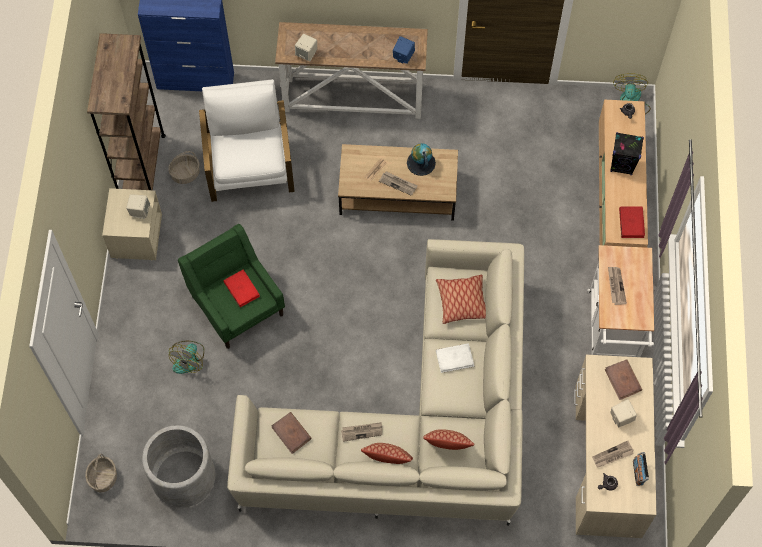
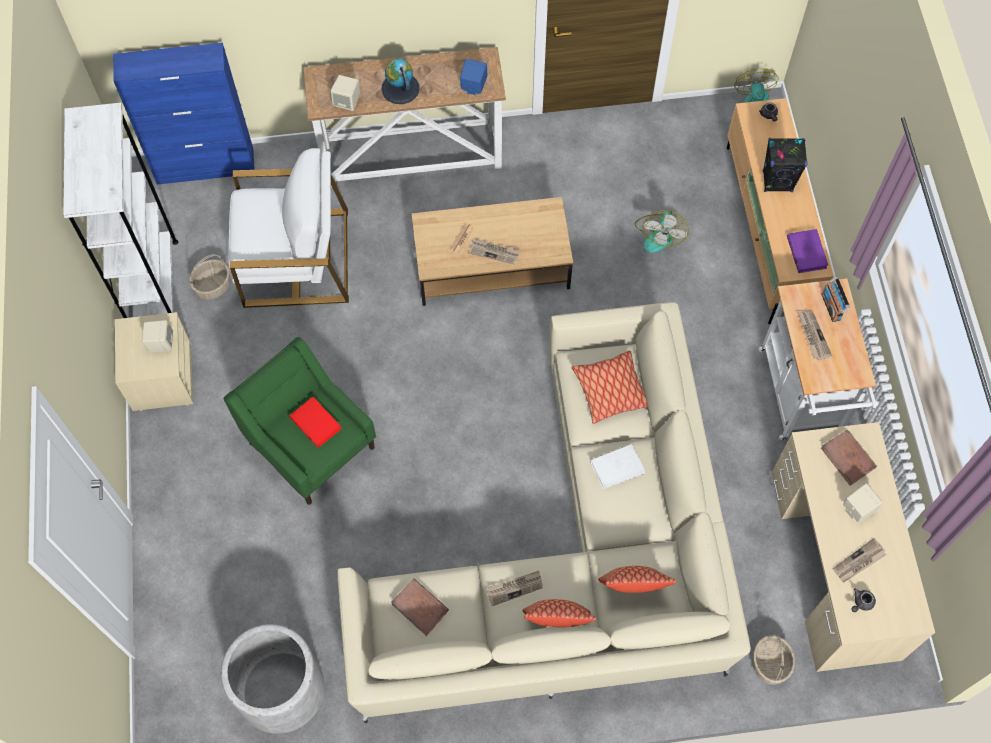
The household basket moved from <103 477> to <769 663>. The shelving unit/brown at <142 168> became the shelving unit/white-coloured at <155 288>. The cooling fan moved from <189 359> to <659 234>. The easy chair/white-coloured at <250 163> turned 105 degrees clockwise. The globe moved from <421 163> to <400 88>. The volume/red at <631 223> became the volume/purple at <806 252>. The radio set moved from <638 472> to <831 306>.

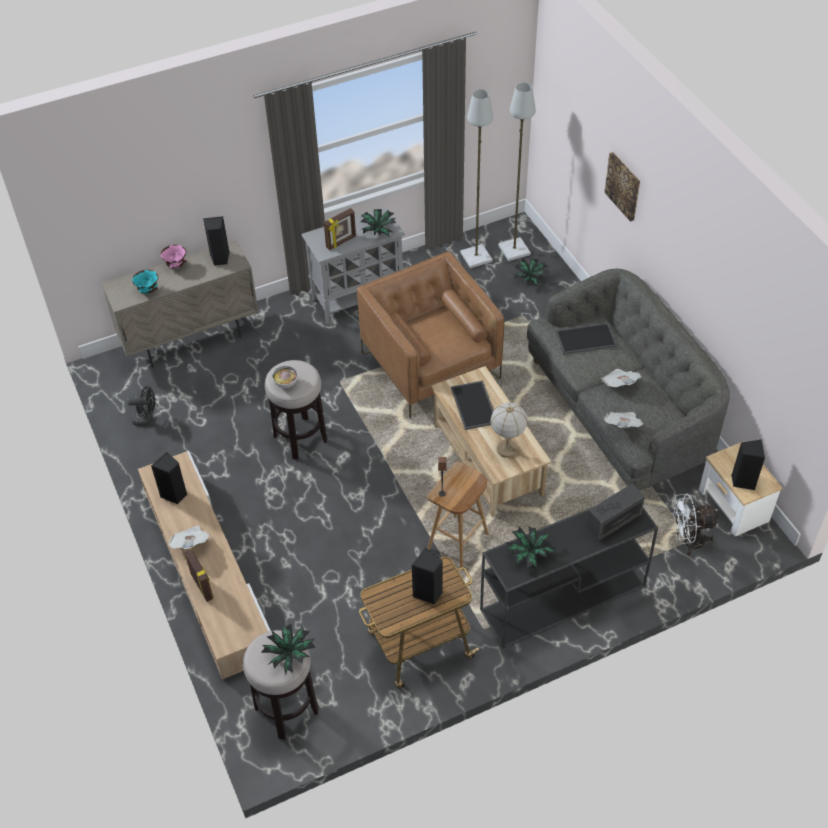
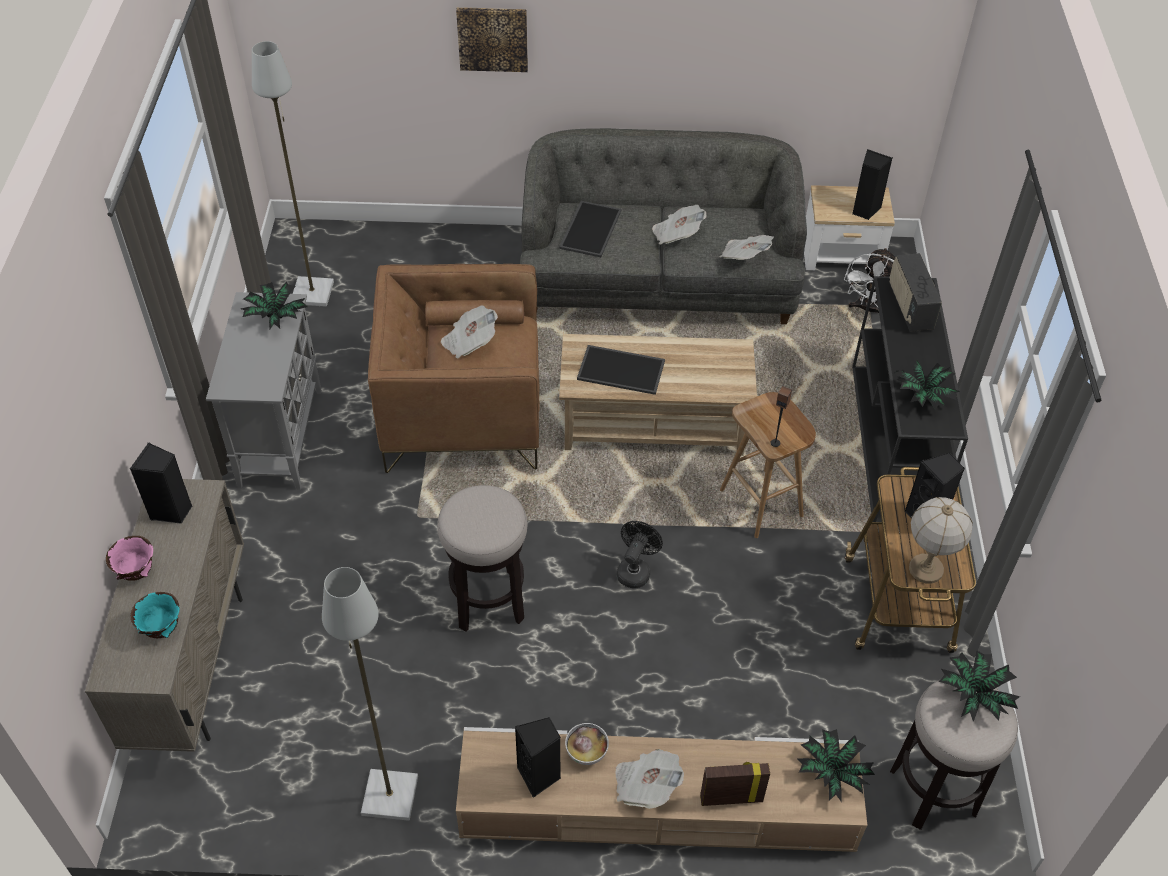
The cooling fan/black moved from <146 418> to <635 570>. The deep dish moved from <286 383> to <587 752>. The photo frame at <341 242> disappeared. The lamp for a table moved from <506 449> to <925 569>. The standard lamp/gray moved from <513 250> to <389 796>. The houseplant moved from <530 278> to <832 772>. The daily paper at <469 342> appeared.

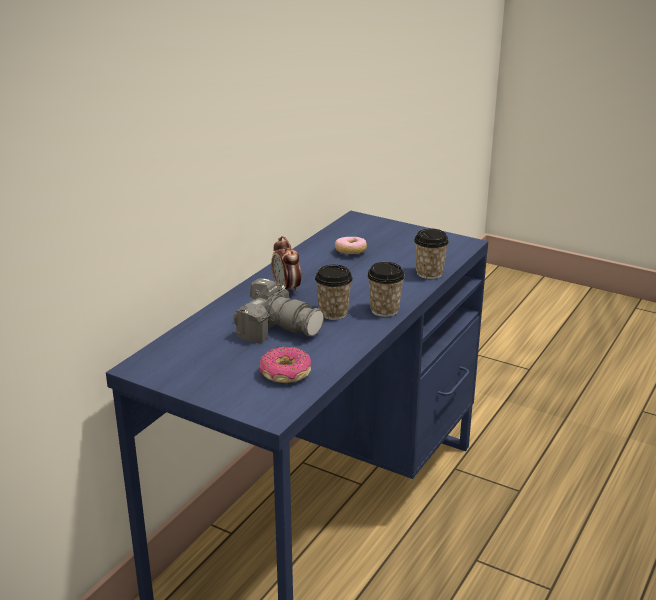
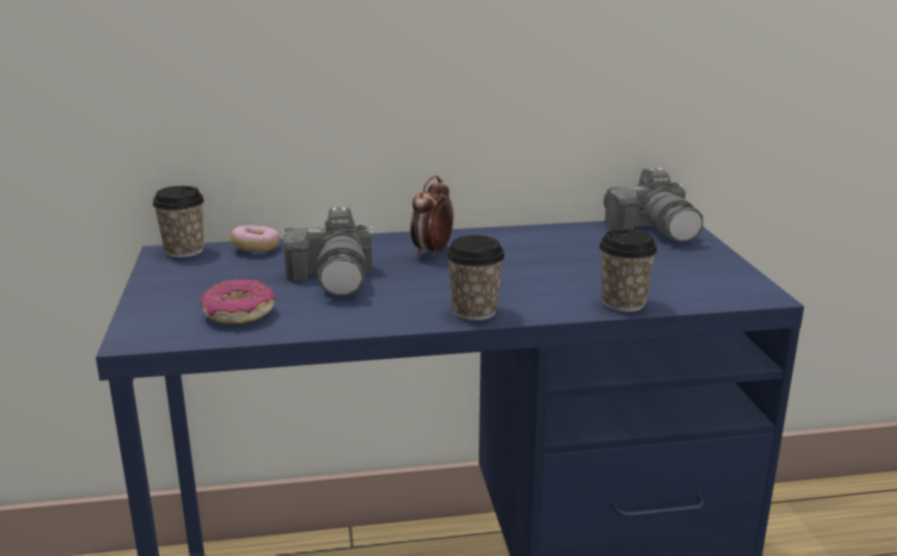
The drinking cup moved from <333 313> to <184 251>. The ring doughnut moved from <350 252> to <256 248>. The photo camera at <655 229> appeared.

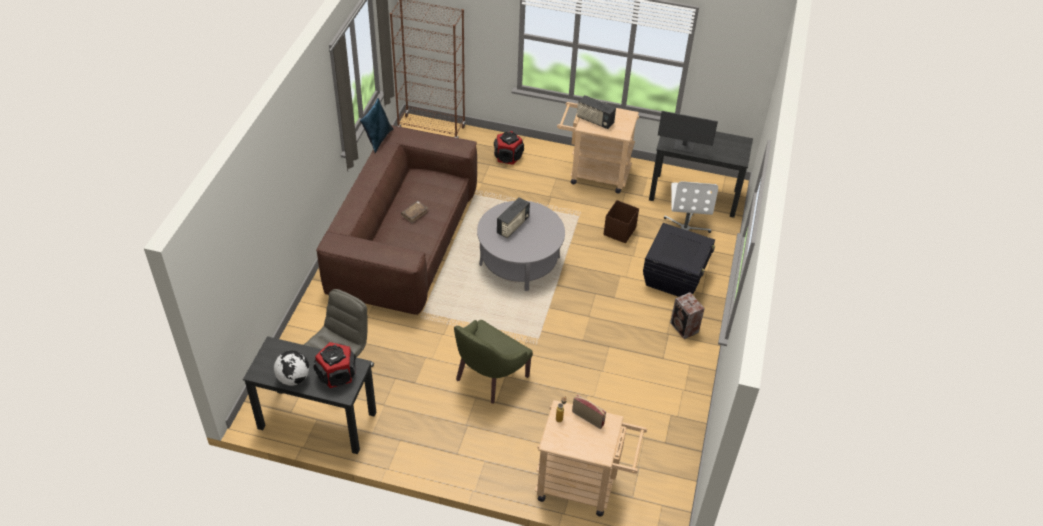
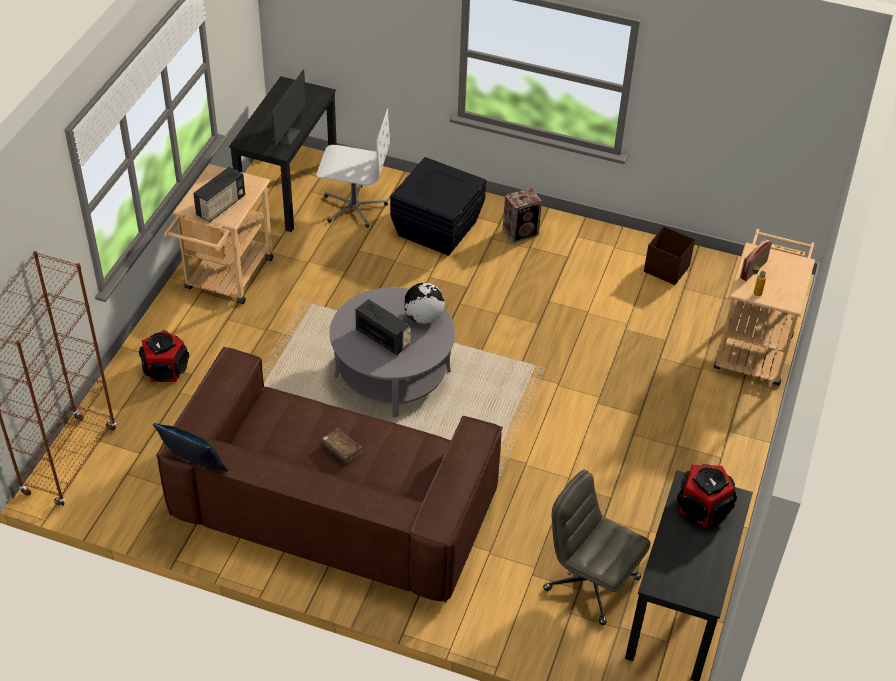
The globe moved from <293 378> to <423 317>. The easy chair/green at <488 376> disappeared. The storage bin/brown moved from <619 231> to <667 269>.

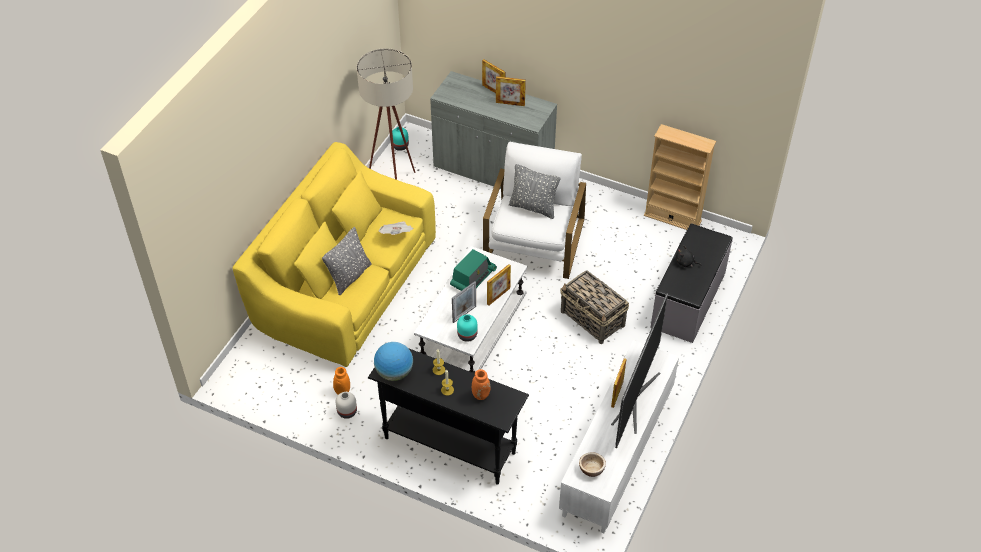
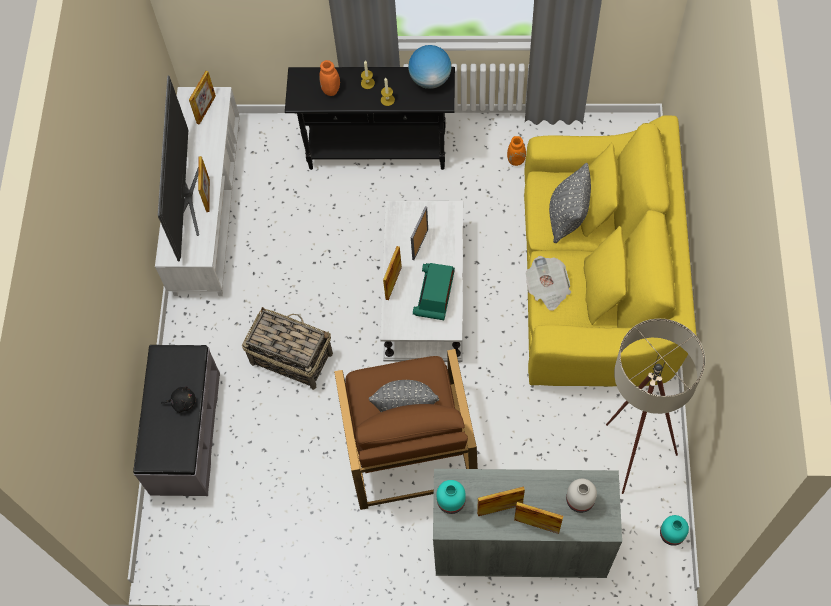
The vase/white-coloured moved from <347 411> to <579 501>. The vase/blue-green moved from <468 335> to <450 502>. The easy chair/white-coloured at <535 242> became the easy chair/brown at <407 443>. The deep dish at <591 469> was replaced by the photo frame at <206 109>. The shelving unit/beige at <672 218> disappeared.

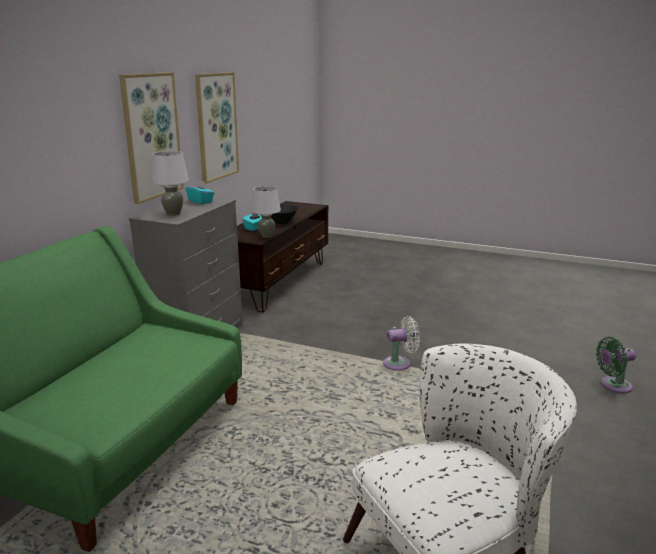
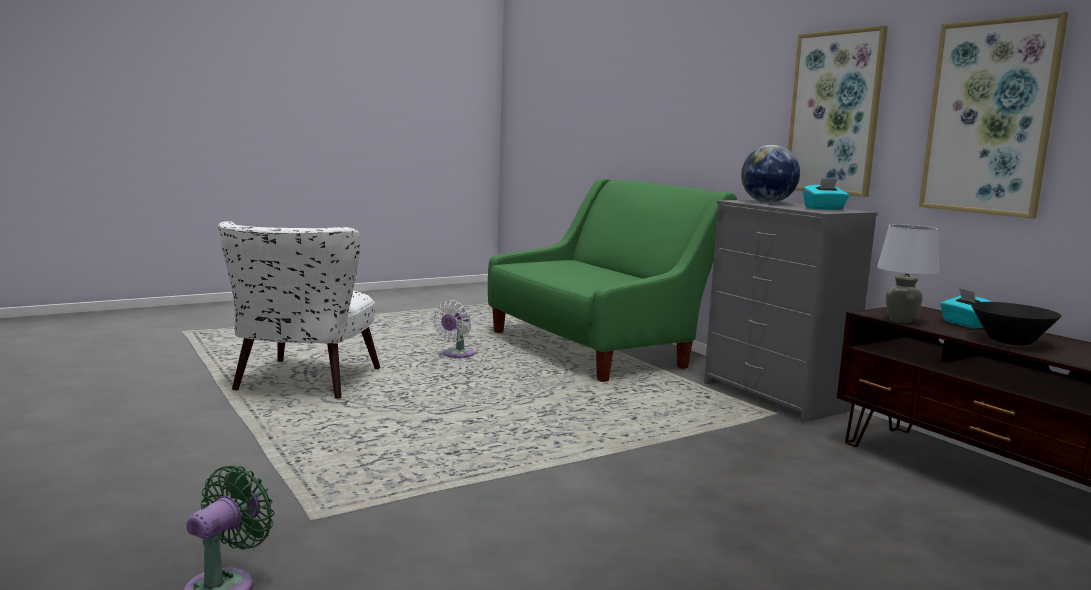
The lamp for a table/gray at <173 213> was replaced by the globe at <767 202>. The cooling fan/white-coloured moved from <400 363> to <456 355>.

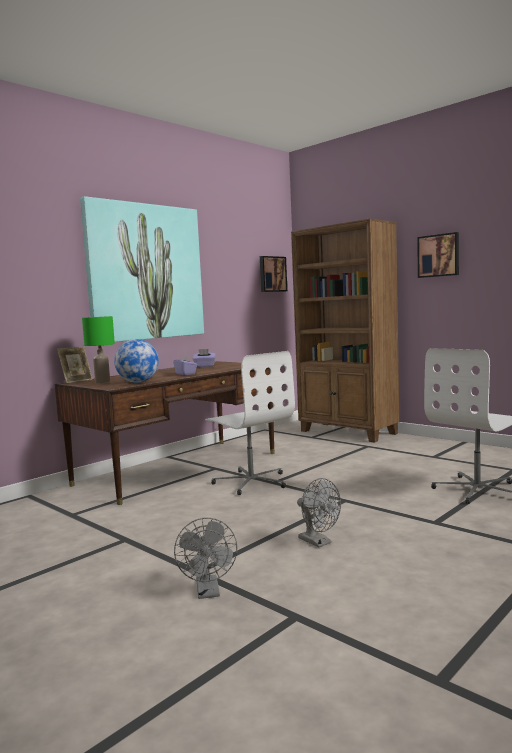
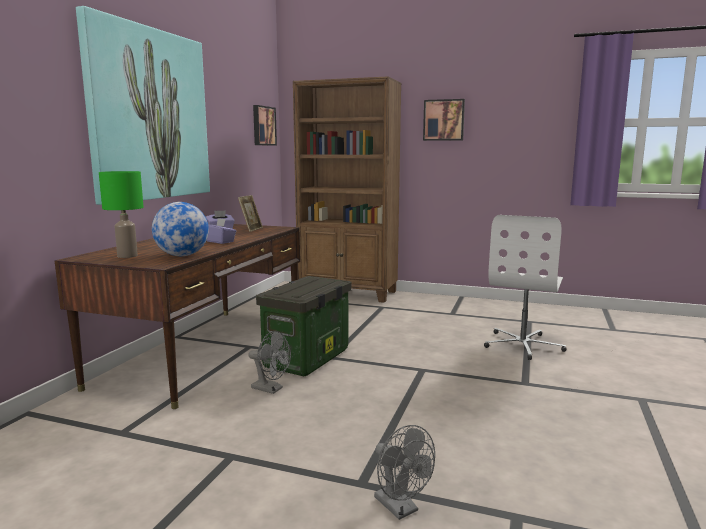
The photo frame moved from <76 381> to <251 229>. The computer chair/white-coloured at <251 482> was replaced by the storage bin at <307 359>. The cooling fan/gray moved from <318 542> to <271 389>.

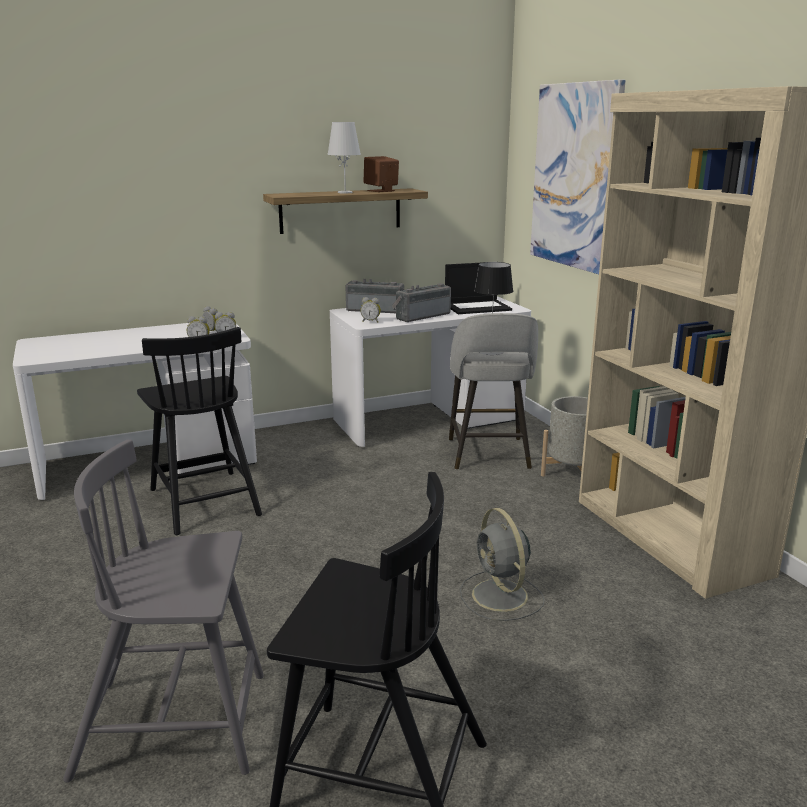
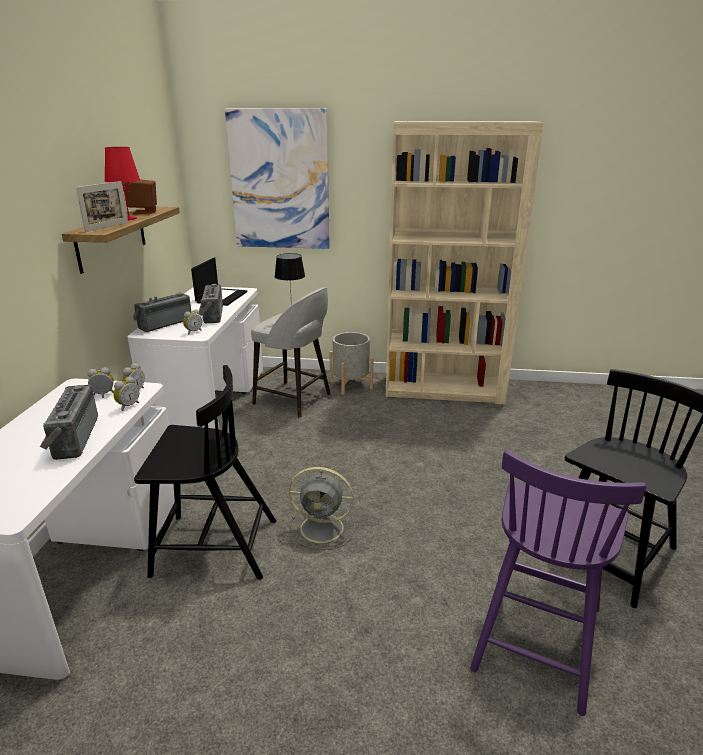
The plain chair/gray at <176 725> became the plain chair/purple at <537 635>. The lamp for a table/white-coloured at <345 192> became the lamp for a table/red at <129 218>. The cooling fan/gray moved from <501 597> to <324 528>. The radio set at <72 438> appeared. The photo frame at <107 227> appeared.

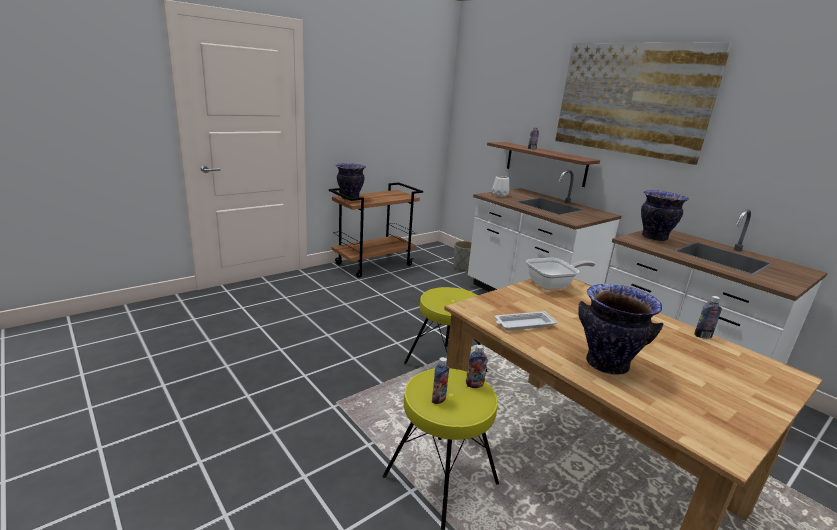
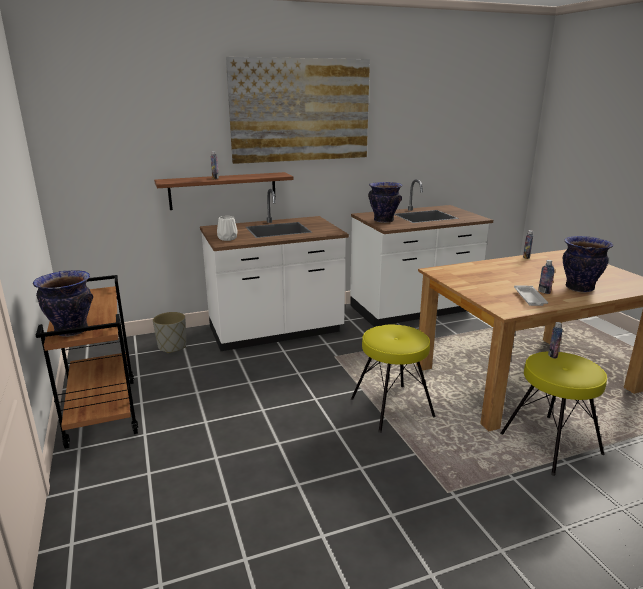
The drink bottle moved from <438 399> to <544 292>. The frying pan at <553 285> disappeared.

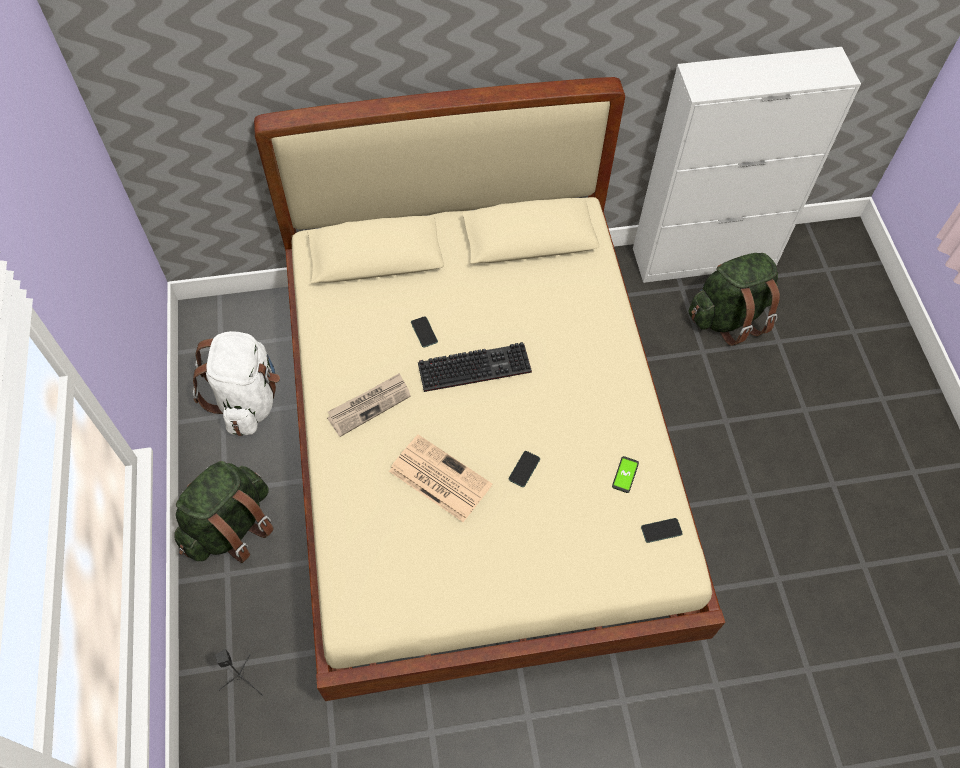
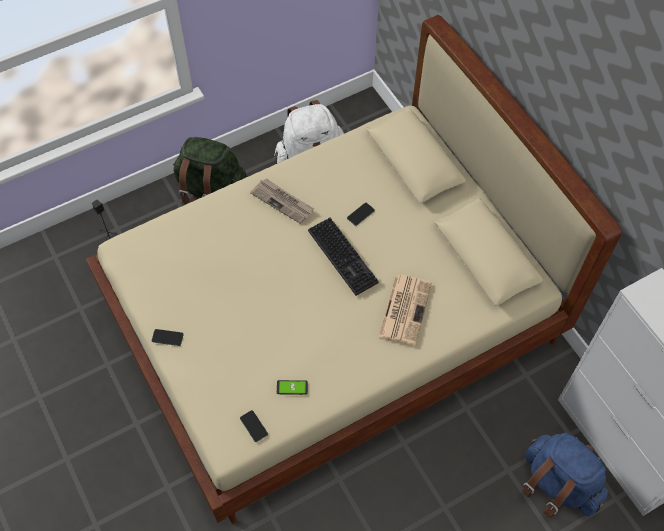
The daily paper moved from <438 478> to <405 309>. The handset moved from <524 469> to <167 337>. The rucksack/green at <728 317> became the rucksack/blue-coloured at <557 484>.

